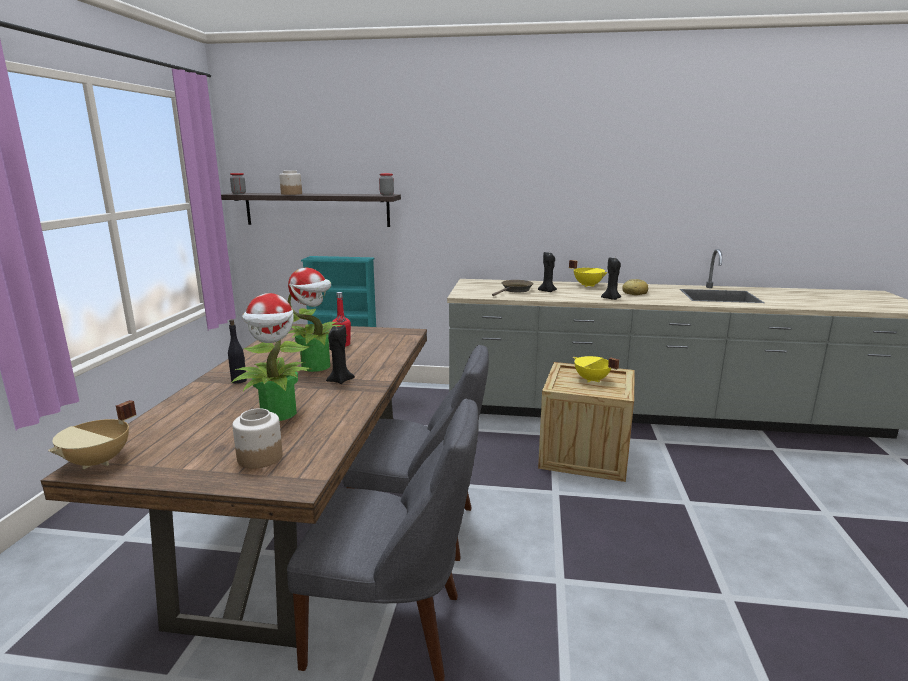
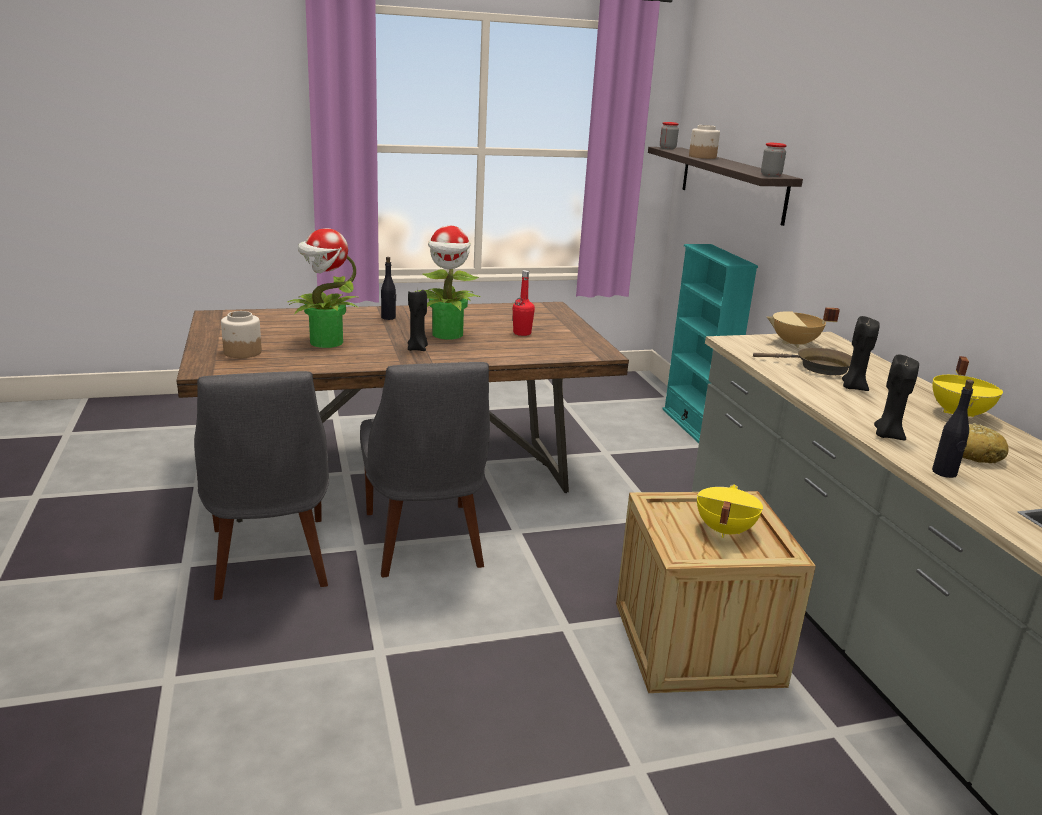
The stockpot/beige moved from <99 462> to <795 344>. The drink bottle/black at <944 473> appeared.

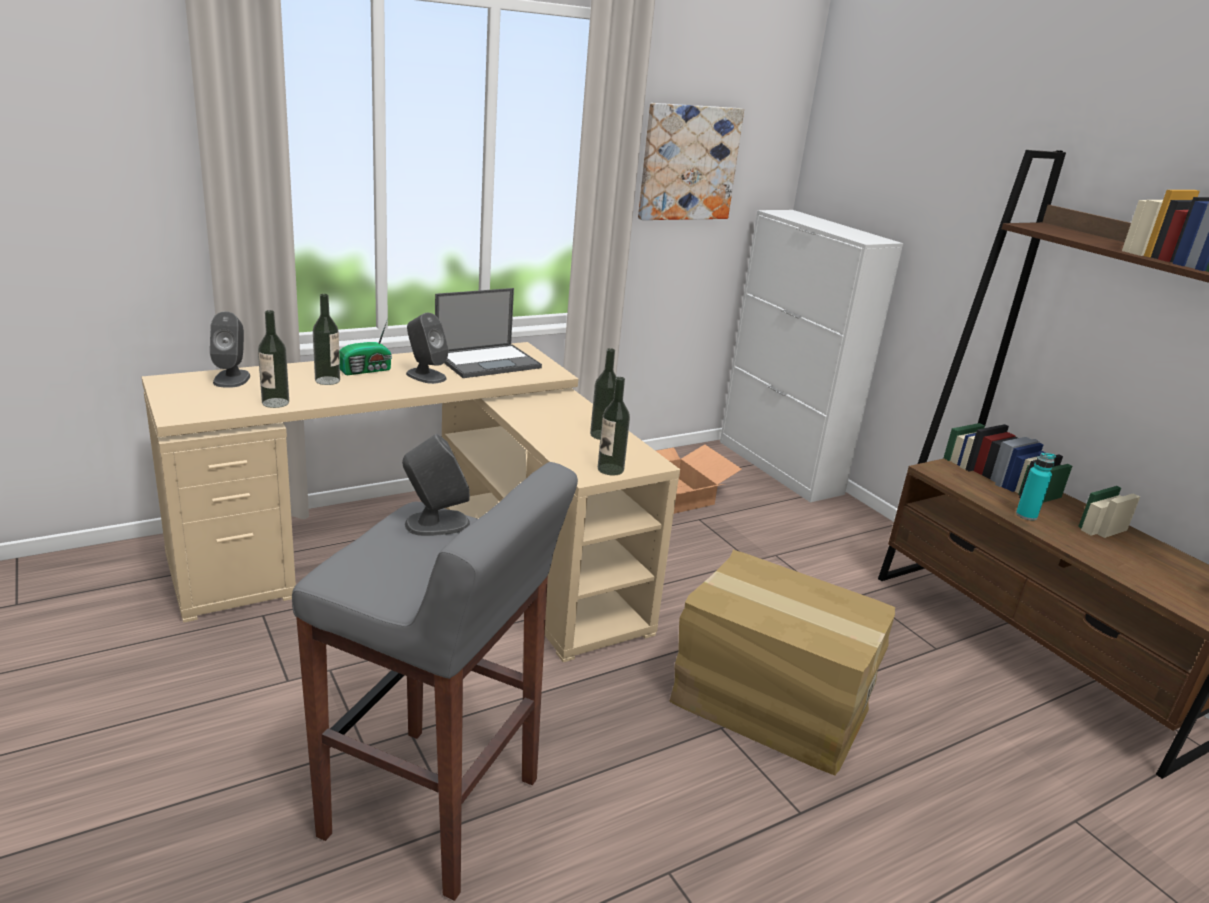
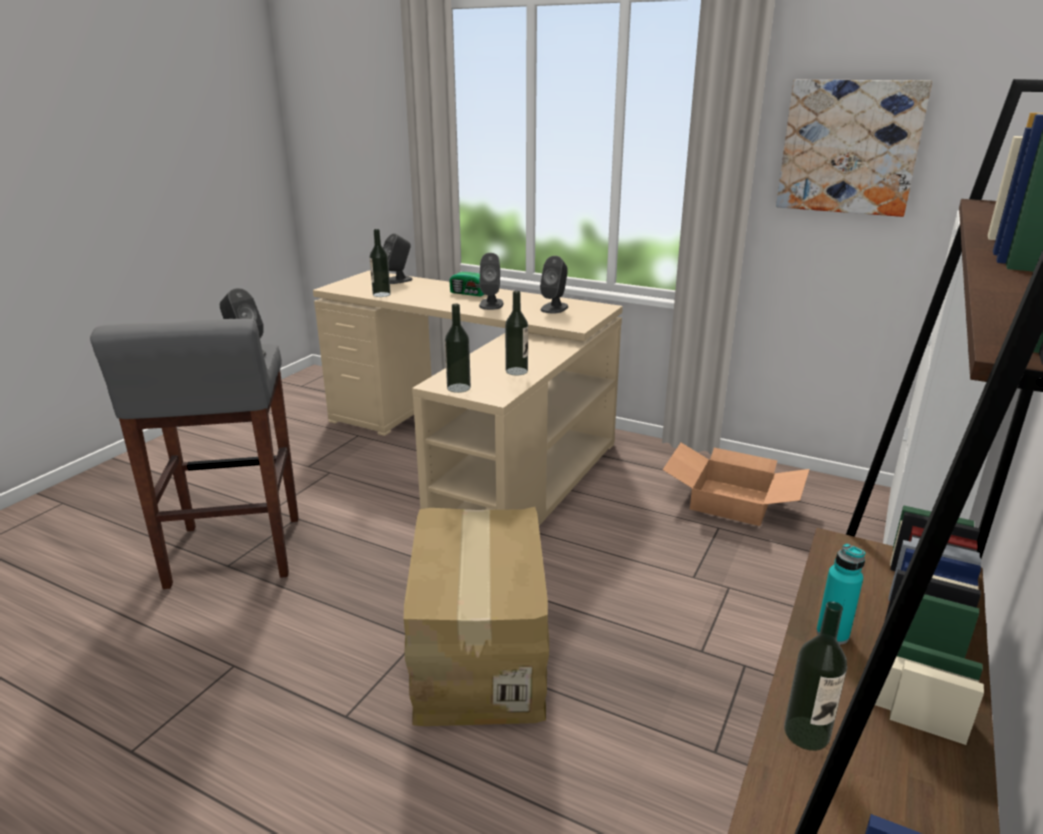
The drink bottle moved from <327 380> to <806 733>. The laptop at <488 361> was replaced by the loudspeaker/gray at <554 308>.

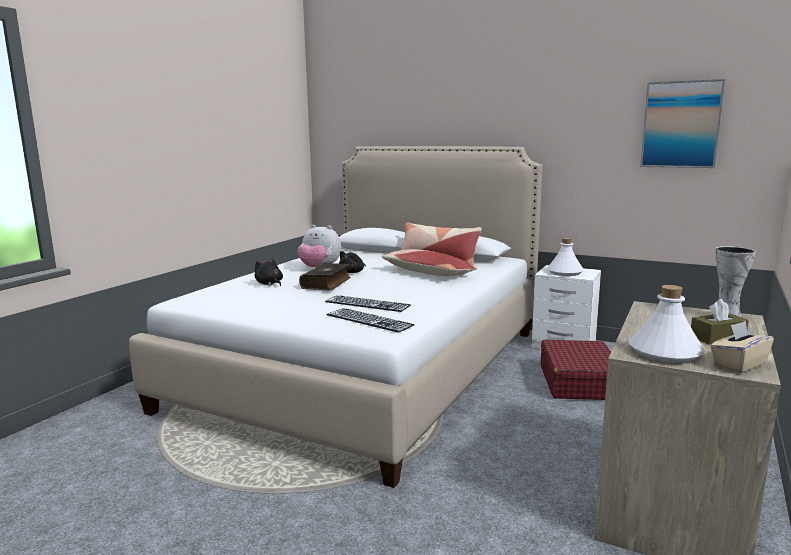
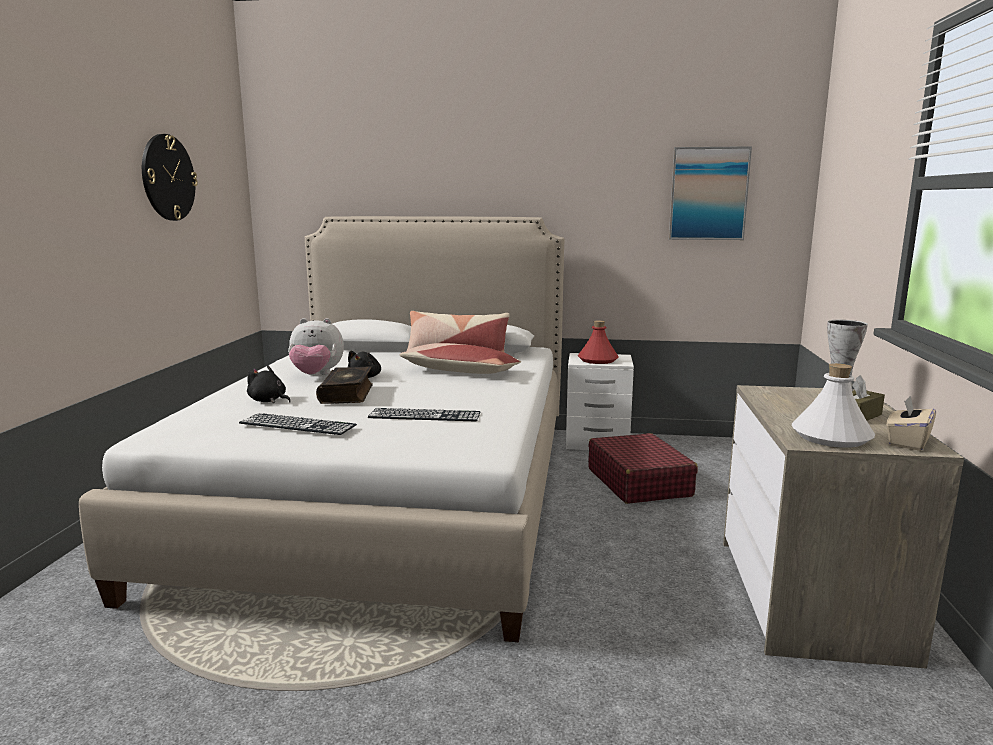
The computer keyboard moved from <369 320> to <297 424>. The drink bottle/white-coloured at <564 272> became the drink bottle/red at <597 360>. The hanging clock at <168 177> appeared.

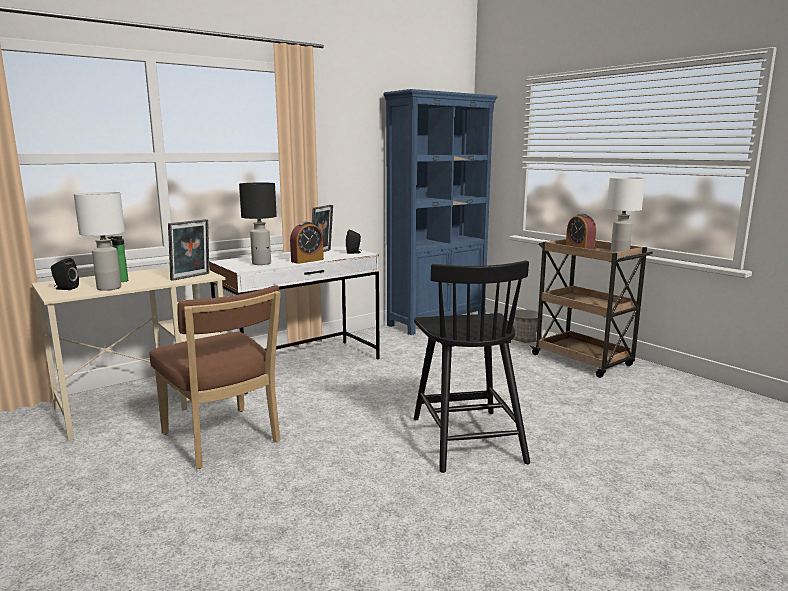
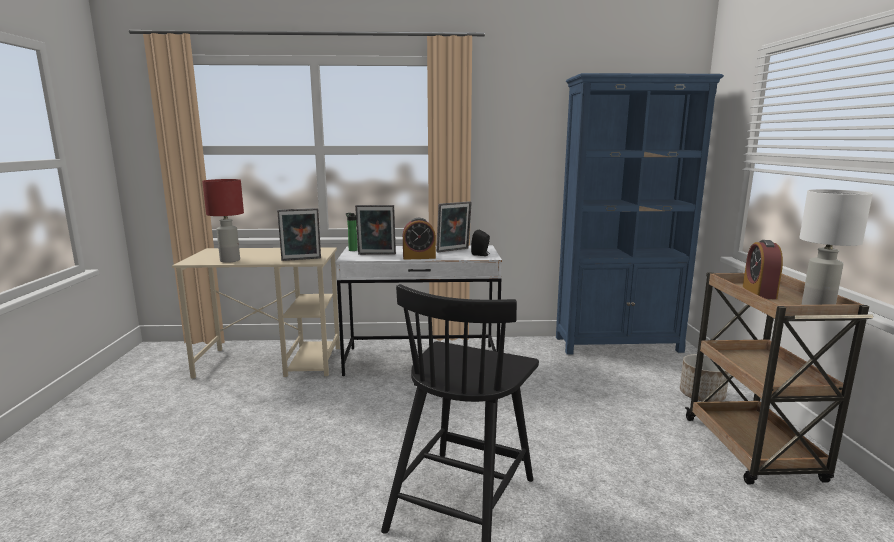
The loudspeaker/black at <65 288> disappeared. The lamp for a table/white-coloured at <108 288> became the lamp for a table/red at <229 260>. The drink bottle moved from <121 281> to <352 250>. The plain chair/brown at <223 440> disappeared. The lamp for a table/black at <261 263> was replaced by the photo frame at <376 254>.

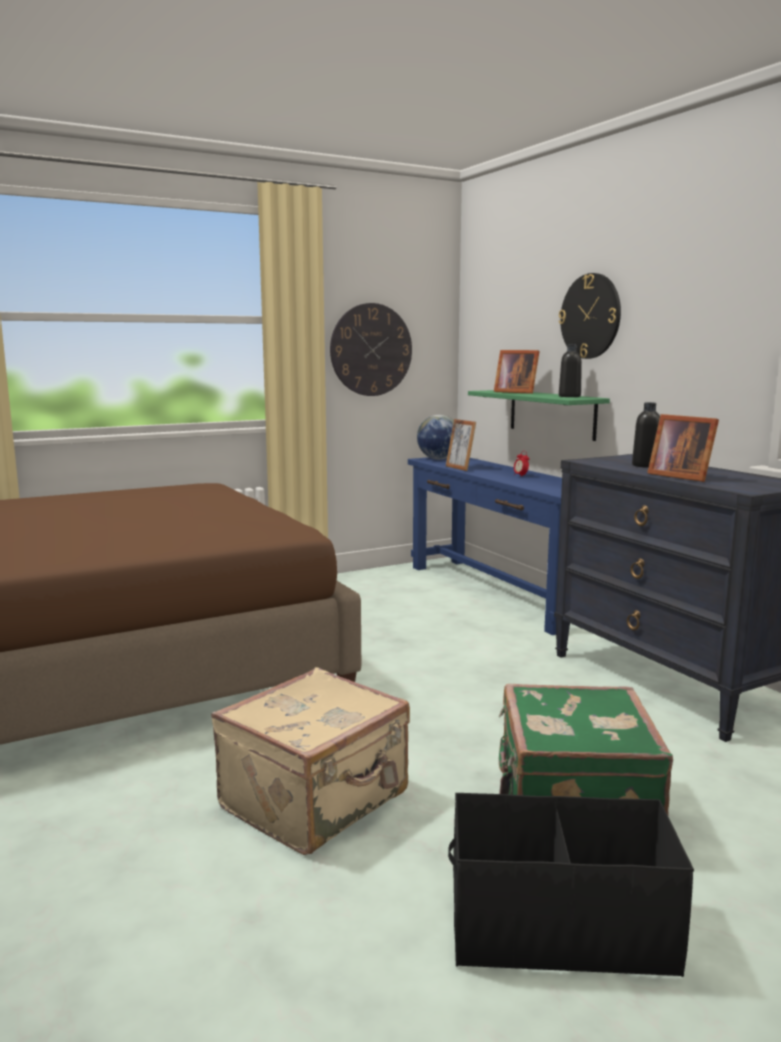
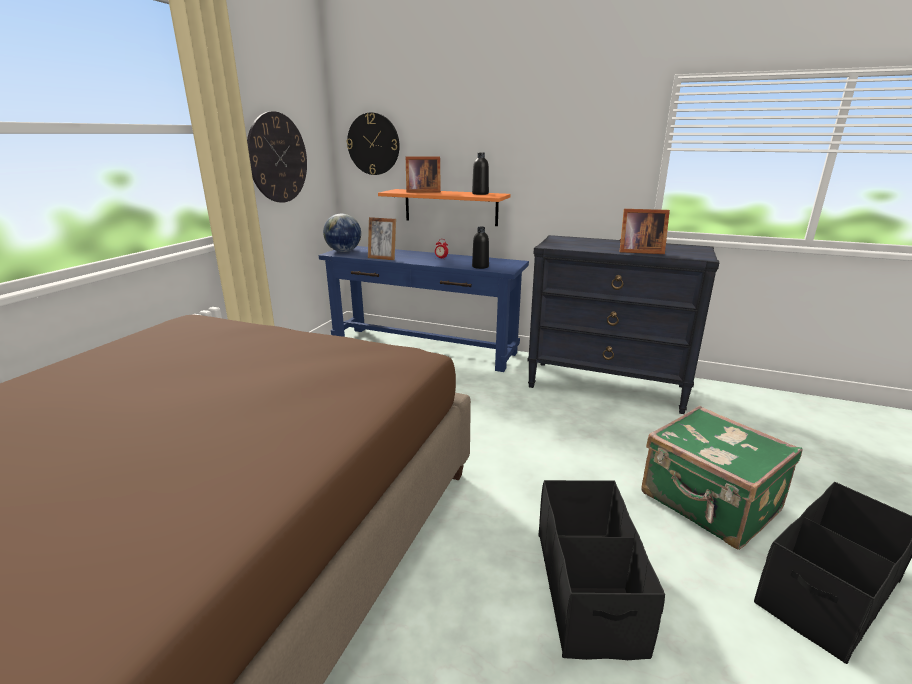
The piece of luggage/beige at <317 801> was replaced by the storage bin/black at <588 589>. The shelf/green at <551 414> became the shelf/orangey at <450 207>. The hanging clock moved from <590 316> to <373 144>. The drink bottle/black moved from <645 465> to <480 266>.

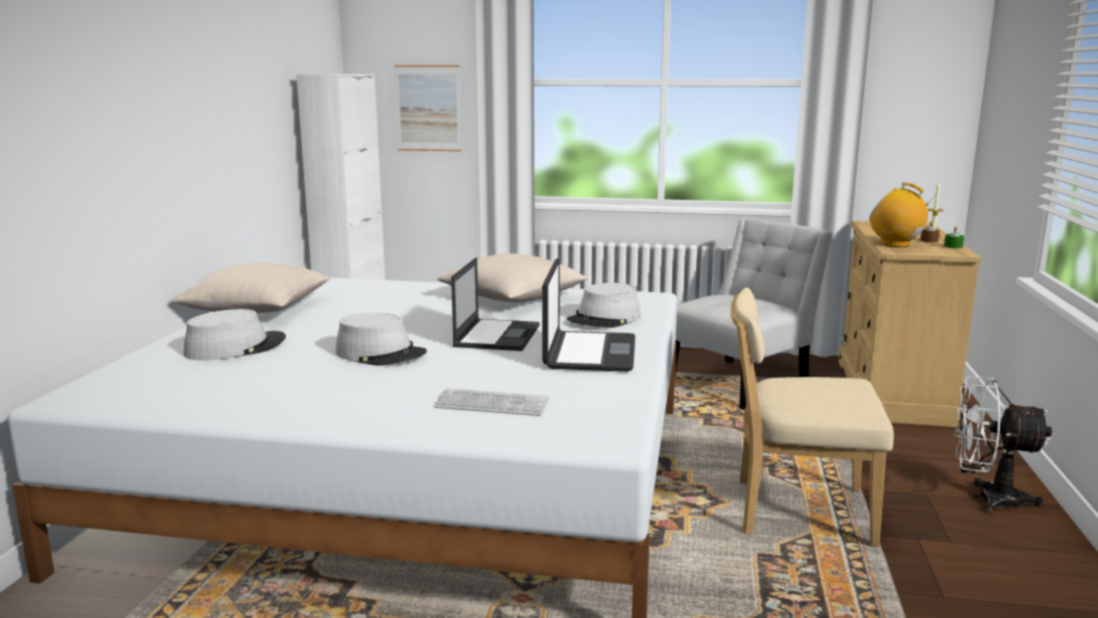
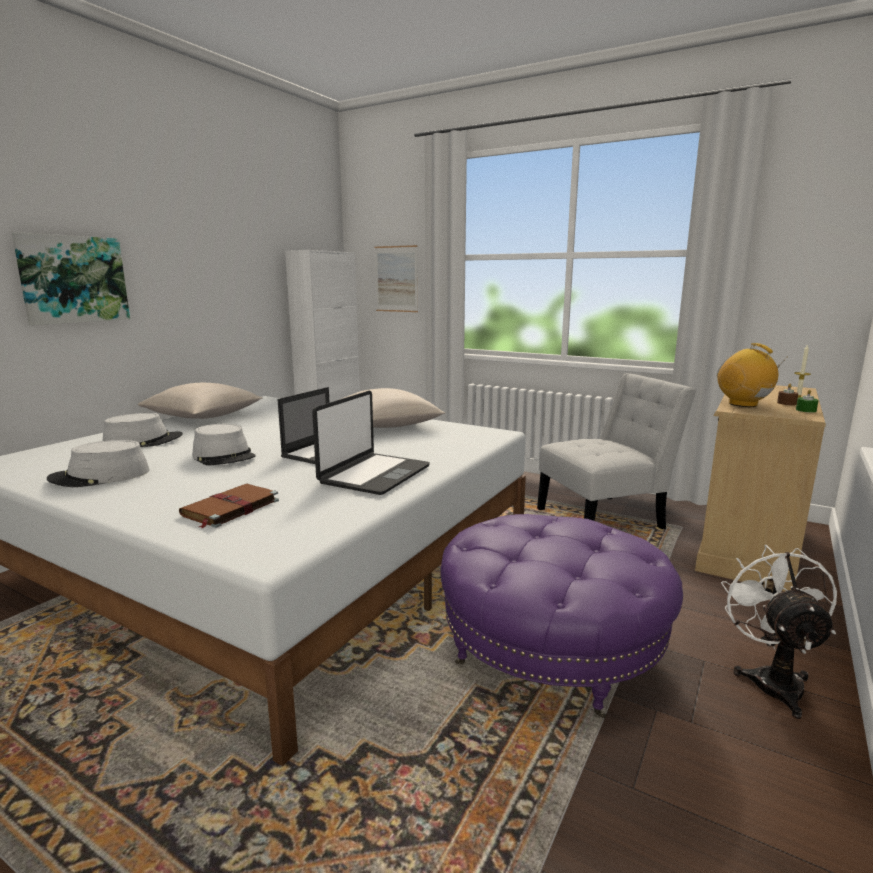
The computer keyboard at <491 404> was replaced by the volume/brown at <229 508>. The hat/gray moved from <604 319> to <100 476>. The plain chair/beige at <795 511> was replaced by the footrest/purple at <551 650>. The cooling fan/white-coloured at <987 498> turned 60 degrees clockwise. The wall picture at <73 279> appeared.

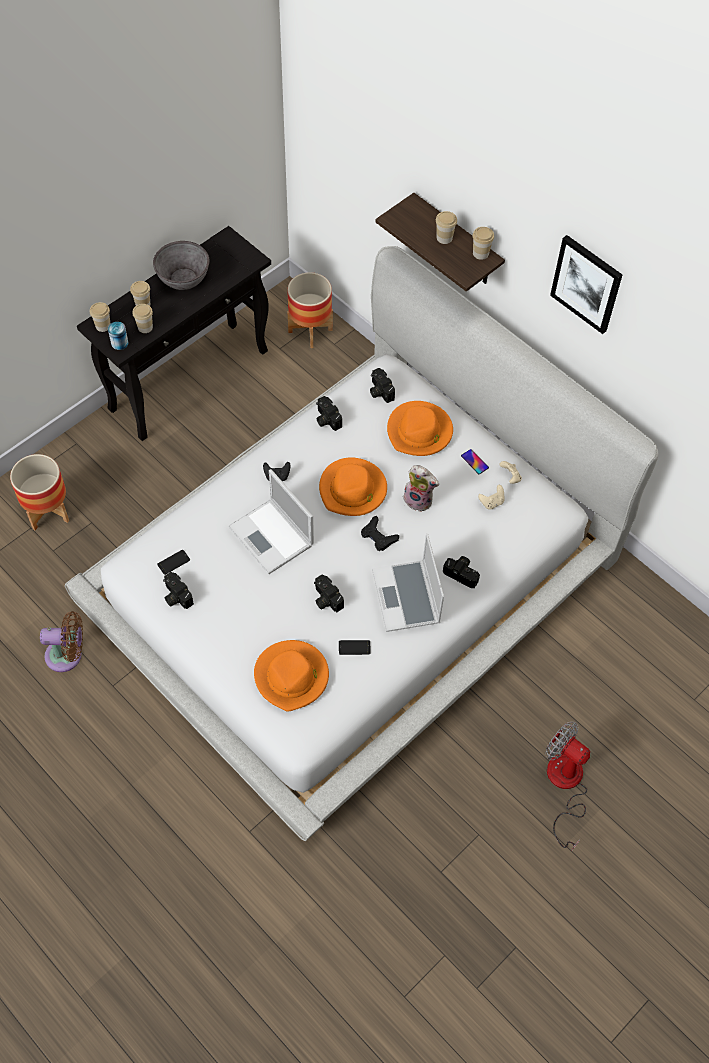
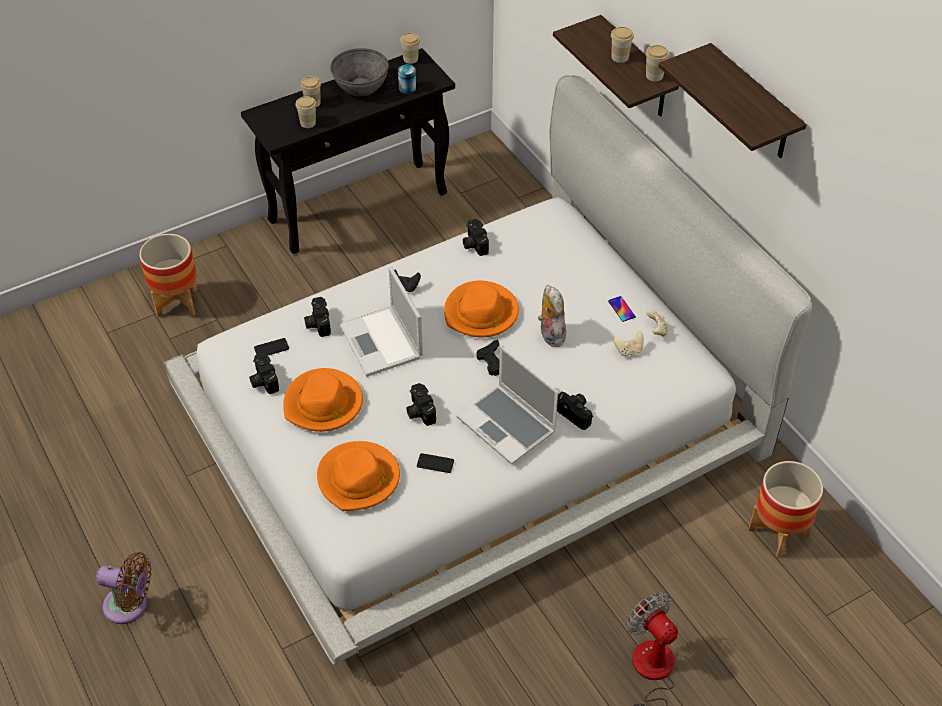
The cooling fan/brown moved from <67 655> to <130 606>. The drinking cup moved from <103 326> to <410 59>. The sealed can moved from <119 343> to <407 88>. The flower pot moved from <310 330> to <778 533>. The photo camera moved from <379 391> to <317 323>. The laptop at <407 597> turned 45 degrees counterclockwise. The hat/orangey moved from <419 431> to <323 404>. The soft toy at <419 500> turned 150 degrees counterclockwise. The wall picture at <587 283> was replaced by the shelf at <752 105>.

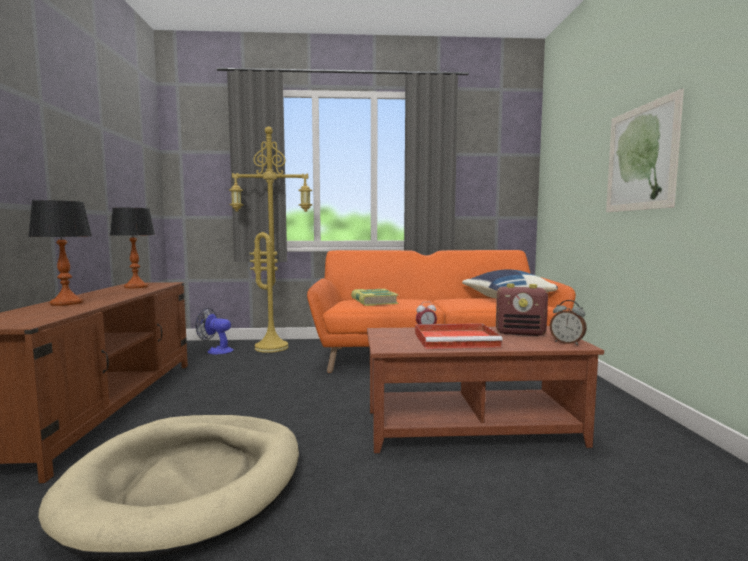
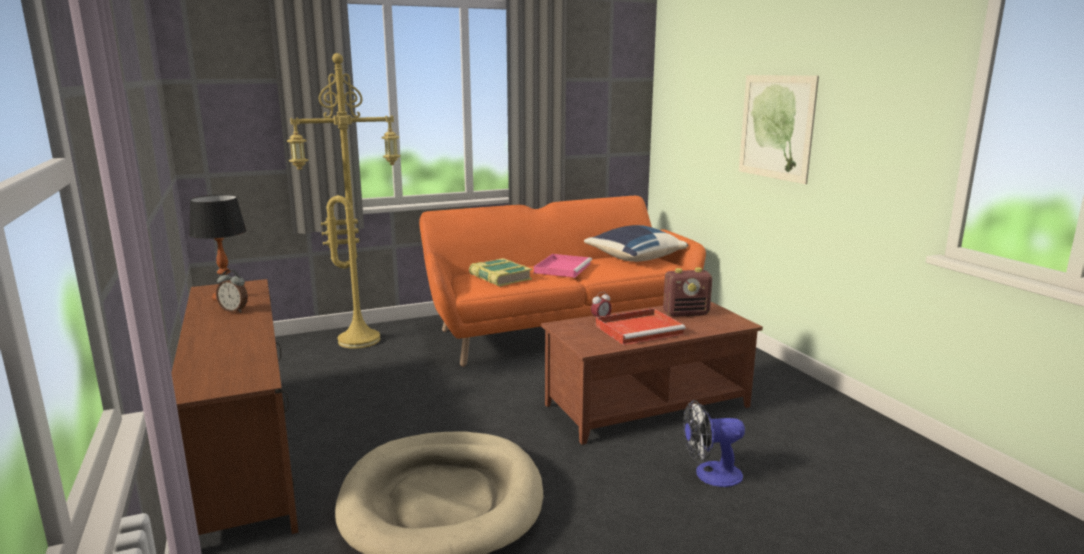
The lamp for a table at <66 303> disappeared. The cooling fan moved from <216 350> to <710 475>. The table clock moved from <567 343> to <234 310>. The serving tray/pinkish at <563 268> appeared.

